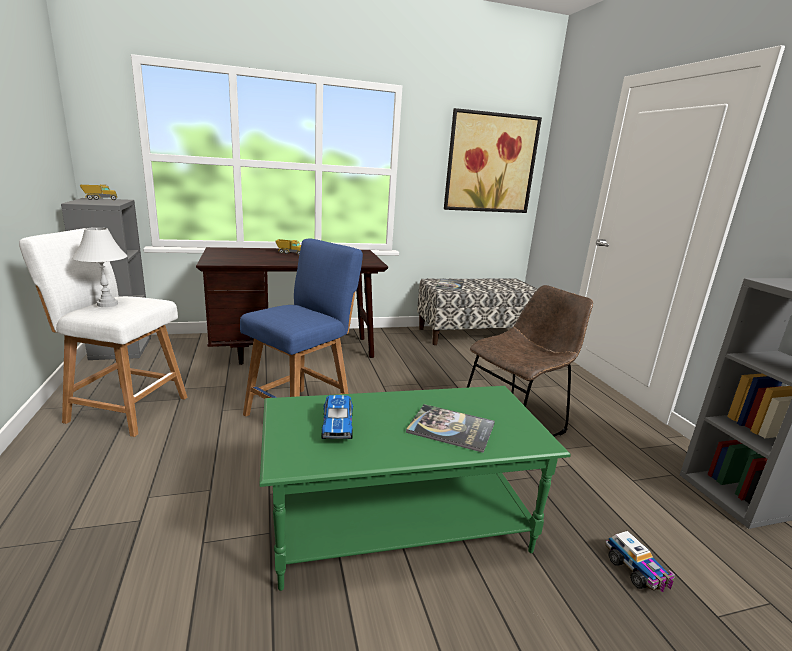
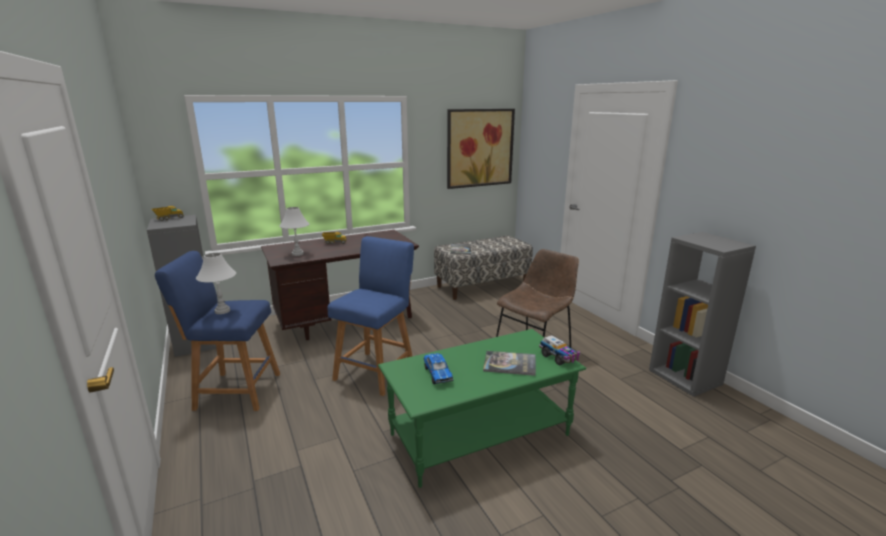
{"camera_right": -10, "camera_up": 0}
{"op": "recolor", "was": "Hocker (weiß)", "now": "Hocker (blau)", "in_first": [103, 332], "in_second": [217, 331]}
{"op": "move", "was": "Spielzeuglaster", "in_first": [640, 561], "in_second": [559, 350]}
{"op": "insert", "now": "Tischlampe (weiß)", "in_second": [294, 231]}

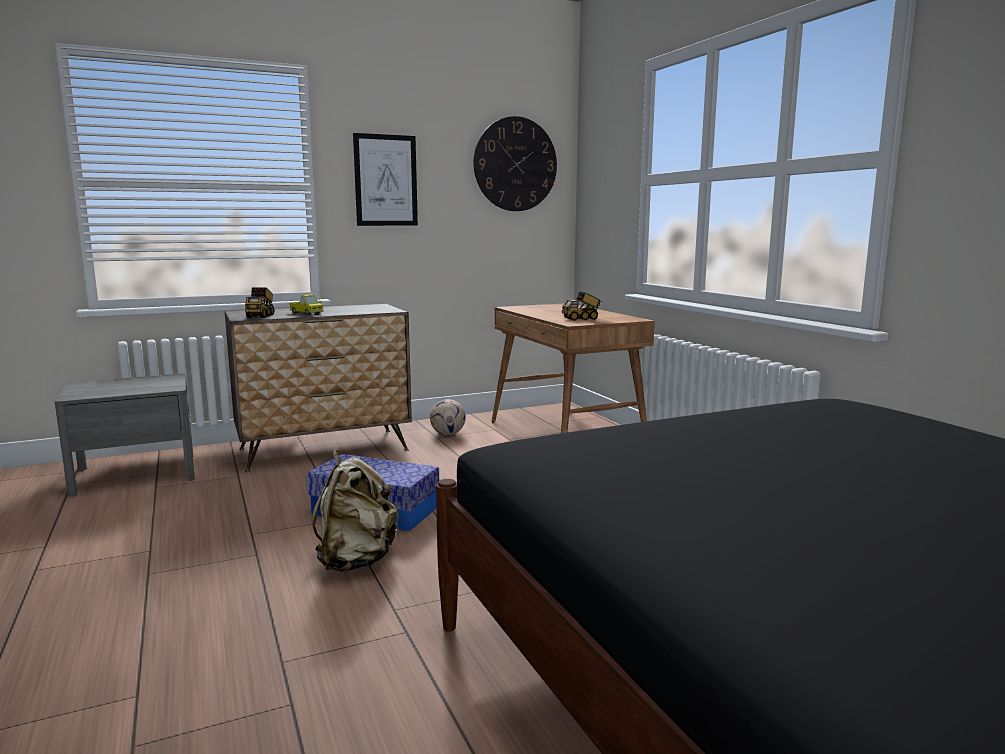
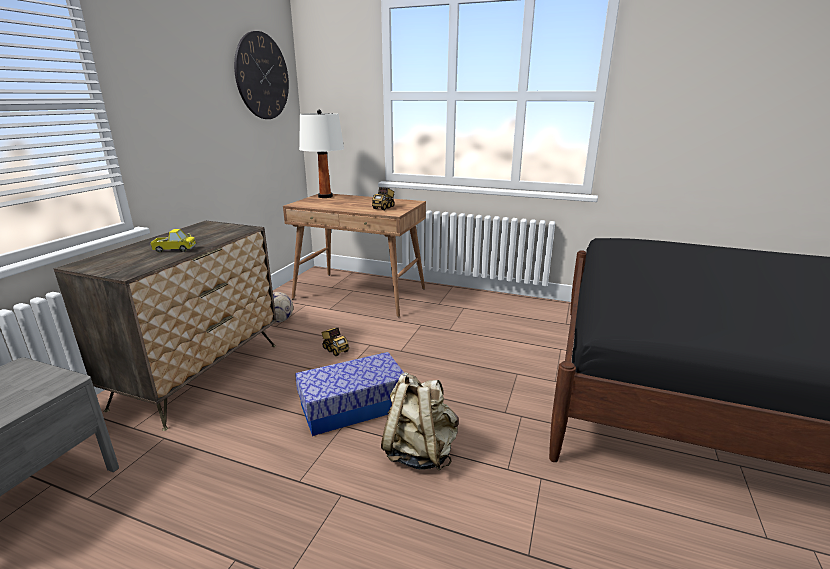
{"camera_right": -45, "camera_up": 10}
{"op": "move", "was": "Spielzeuglaster", "in_first": [259, 303], "in_second": [335, 342]}
{"op": "delete", "was": "Bild", "in_first": [385, 179]}
{"op": "insert", "now": "Tischlampe (weiß)", "in_second": [321, 153]}

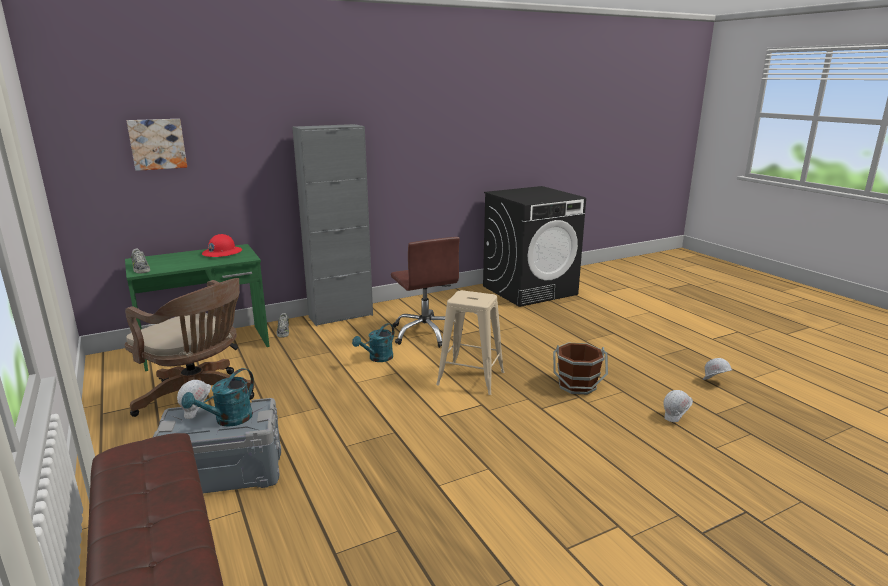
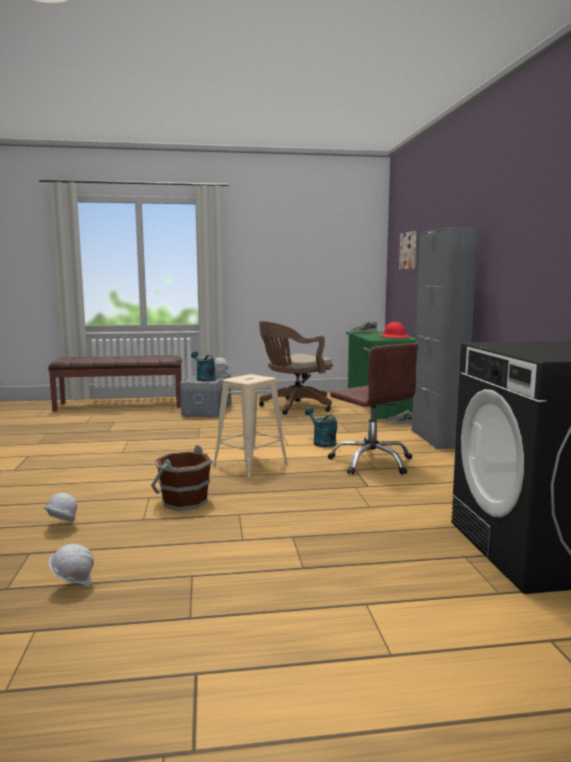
{"camera_right": 110, "camera_up": -10}
{"op": "rotate", "was": "Bürostuhl (braun)", "in_first": [427, 292], "in_second": [373, 409], "clockwise": -120}

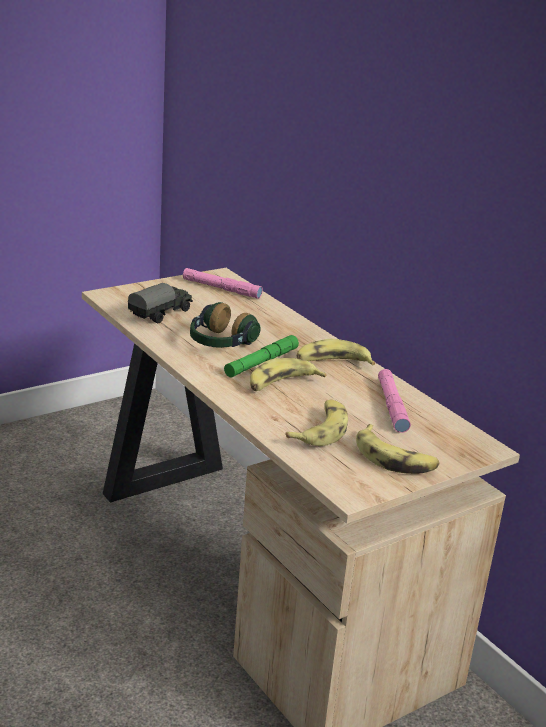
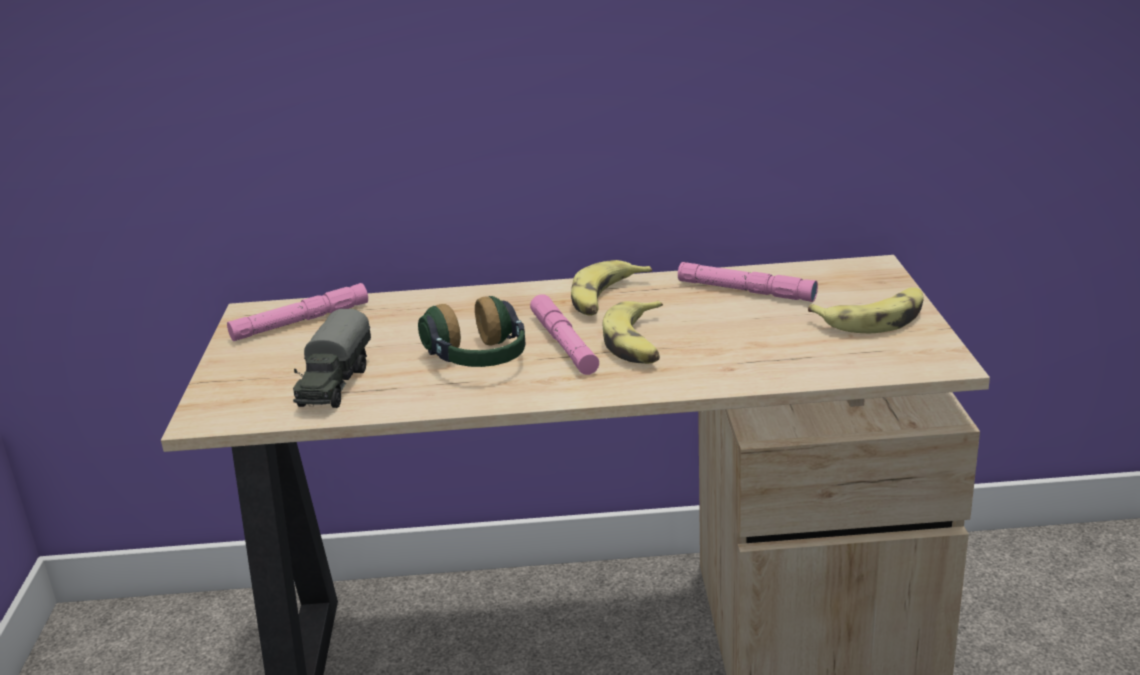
{"camera_right": -55, "camera_up": 0}
{"op": "rotate", "was": "Spielzeuglaster", "in_first": [160, 303], "in_second": [332, 358], "clockwise": -150}
{"op": "recolor", "was": "Taschenlampe (grün)", "now": "Taschenlampe (rosa)", "in_first": [261, 356], "in_second": [564, 334]}
{"op": "delete", "was": "Banane", "in_first": [316, 423]}

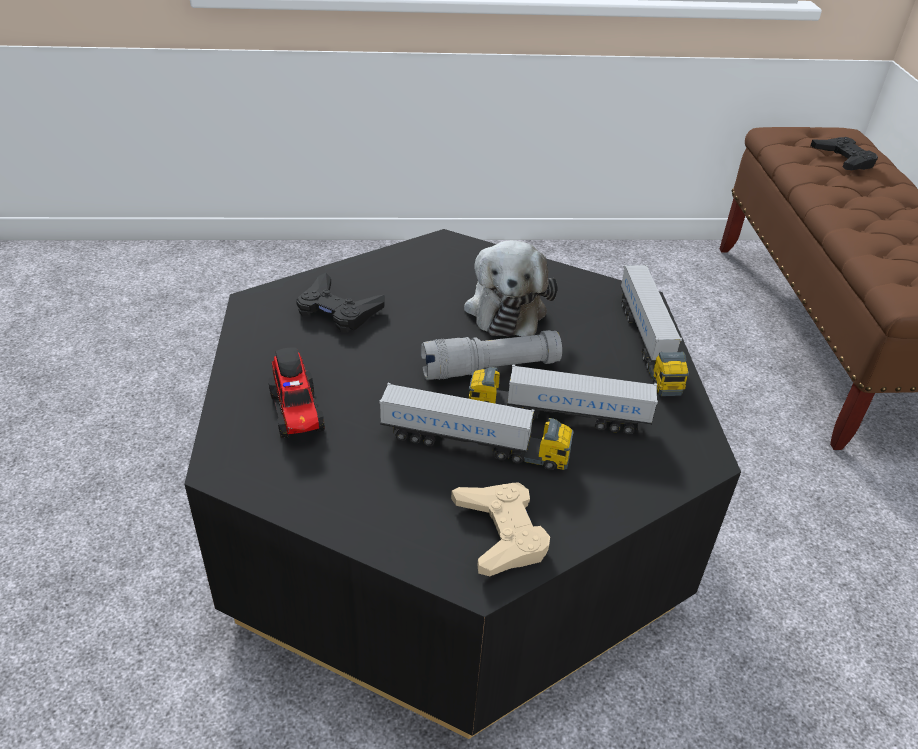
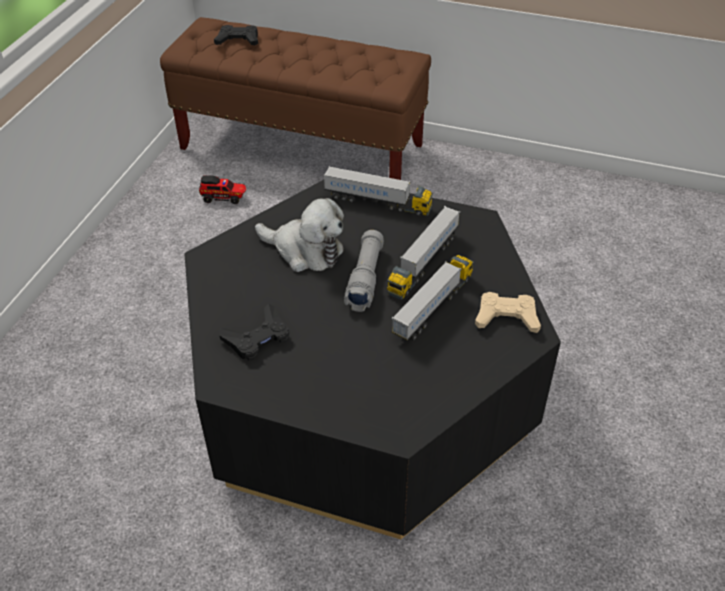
{"camera_right": -65, "camera_up": 5}
{"op": "move", "was": "Spielzeuglaster", "in_first": [296, 393], "in_second": [222, 189]}

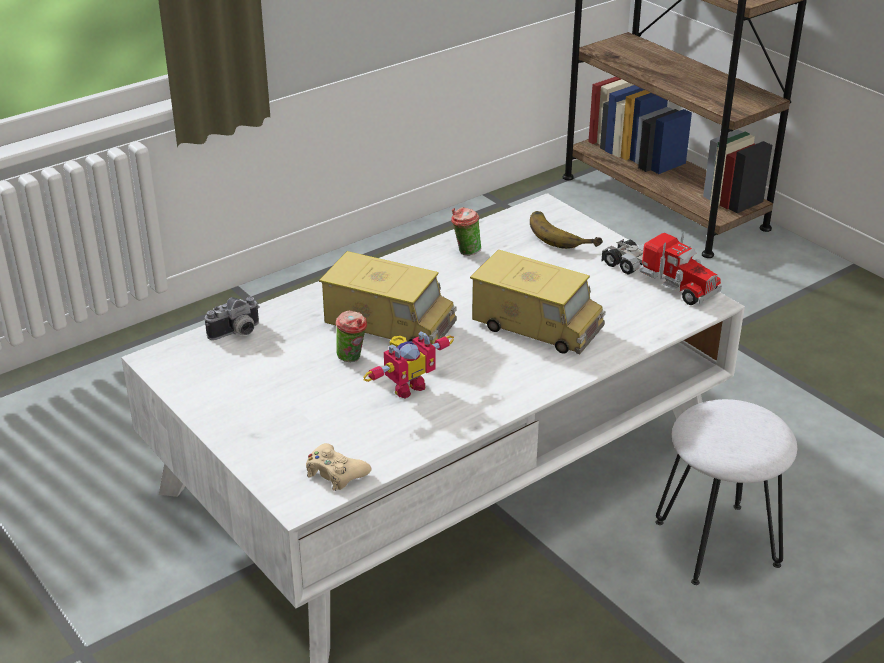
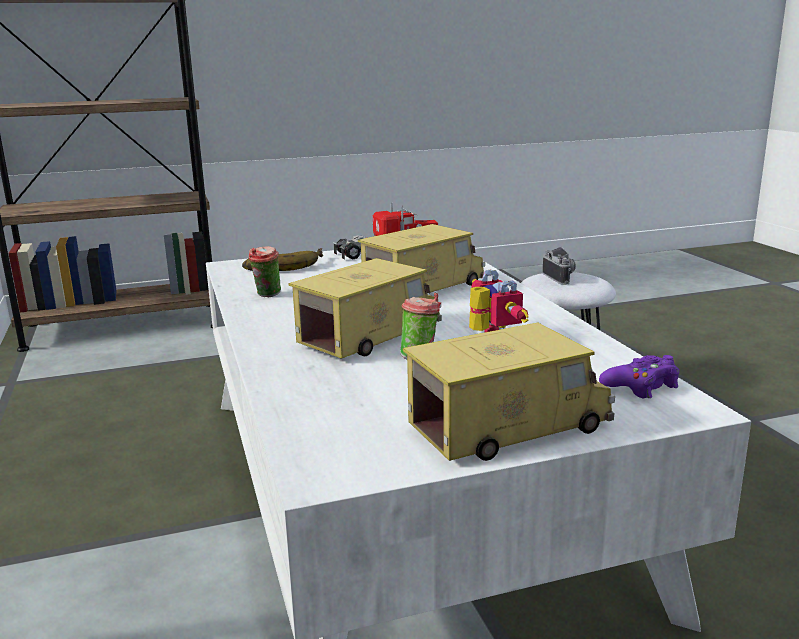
{"camera_right": -70, "camera_up": -15}
{"op": "move", "was": "Kamera", "in_first": [232, 318], "in_second": [559, 266]}
{"op": "recolor", "was": "Gamepad (beige)", "now": "Gamepad (lila)", "in_first": [338, 467], "in_second": [639, 377]}
{"op": "insert", "now": "Spielzeuglaster", "in_second": [509, 392]}

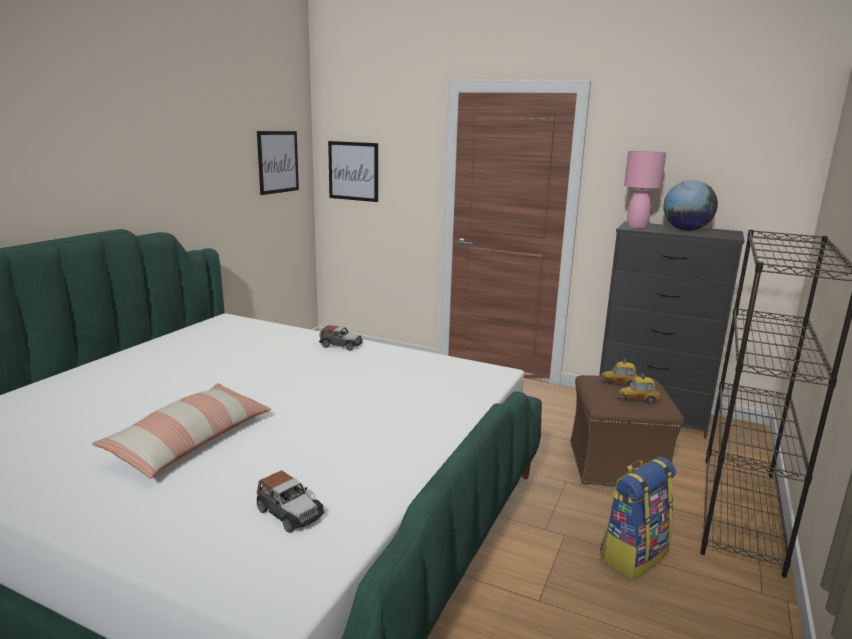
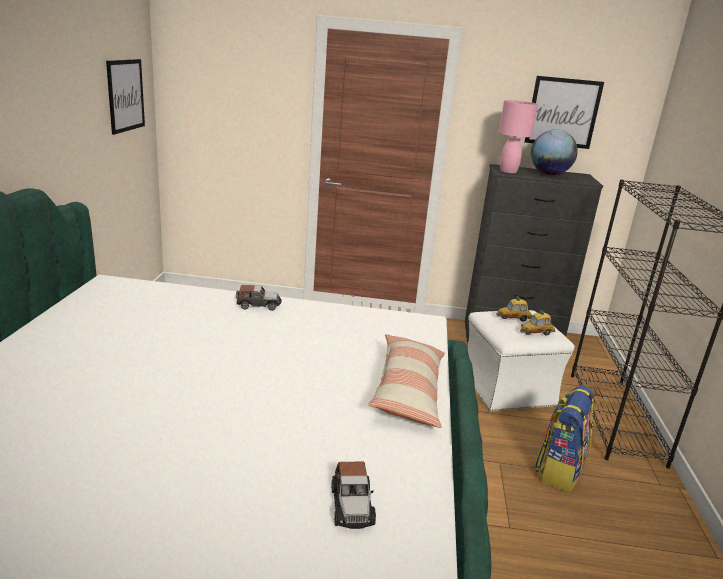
{"camera_right": -20, "camera_up": 5}
{"op": "move", "was": "Kissen", "in_first": [181, 431], "in_second": [406, 381]}
{"op": "rotate", "was": "Spielzeugauto", "in_first": [290, 502], "in_second": [353, 495], "clockwise": 60}
{"op": "move", "was": "Bild", "in_first": [353, 171], "in_second": [564, 112]}
{"op": "recolor", "was": "Polsterhocker (braun)", "now": "Polsterhocker (weiß)", "in_first": [627, 430], "in_second": [521, 360]}

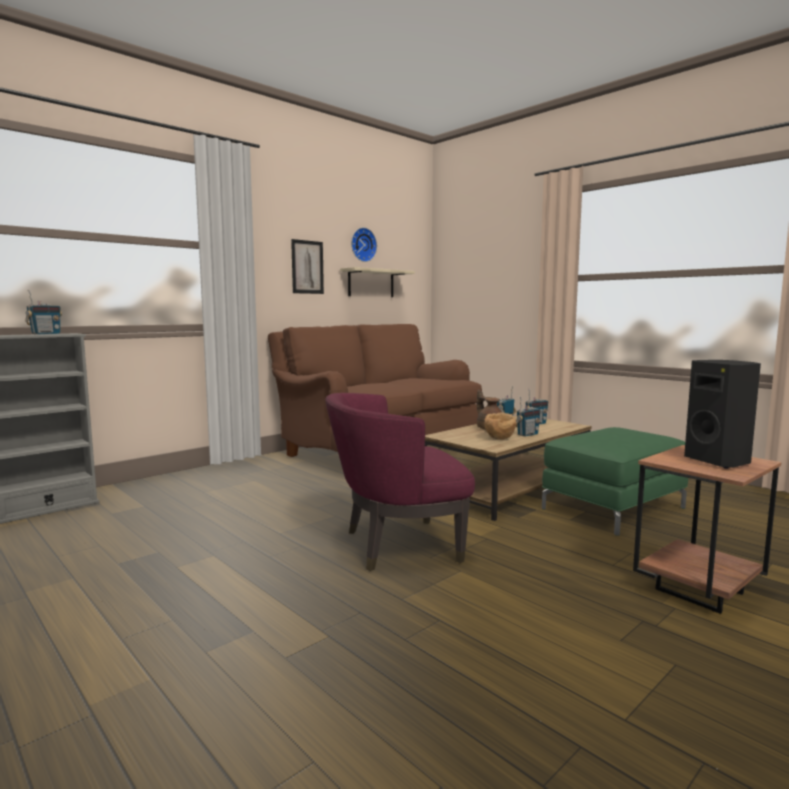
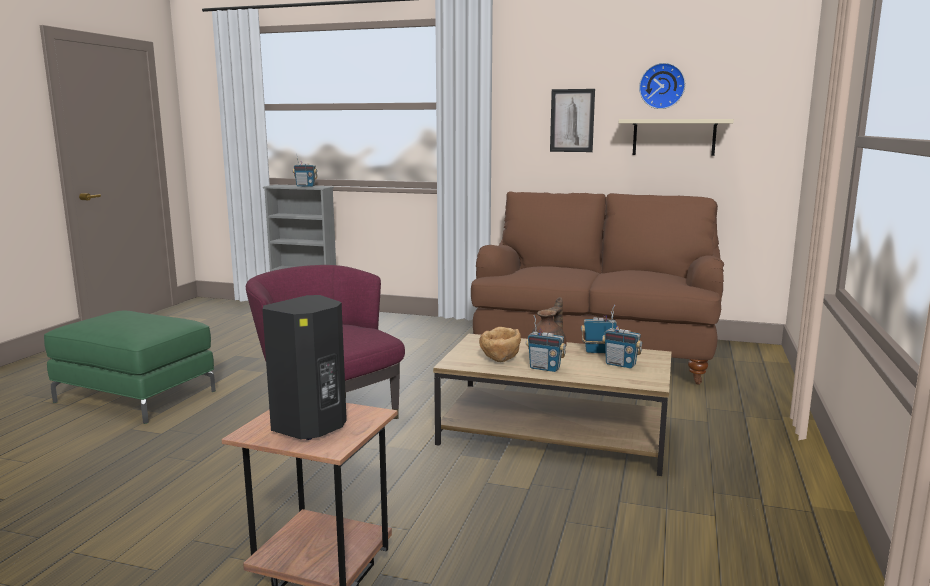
{"camera_right": 60, "camera_up": 5}
{"op": "move", "was": "Polsterhocker (grün)", "in_first": [615, 481], "in_second": [130, 367]}

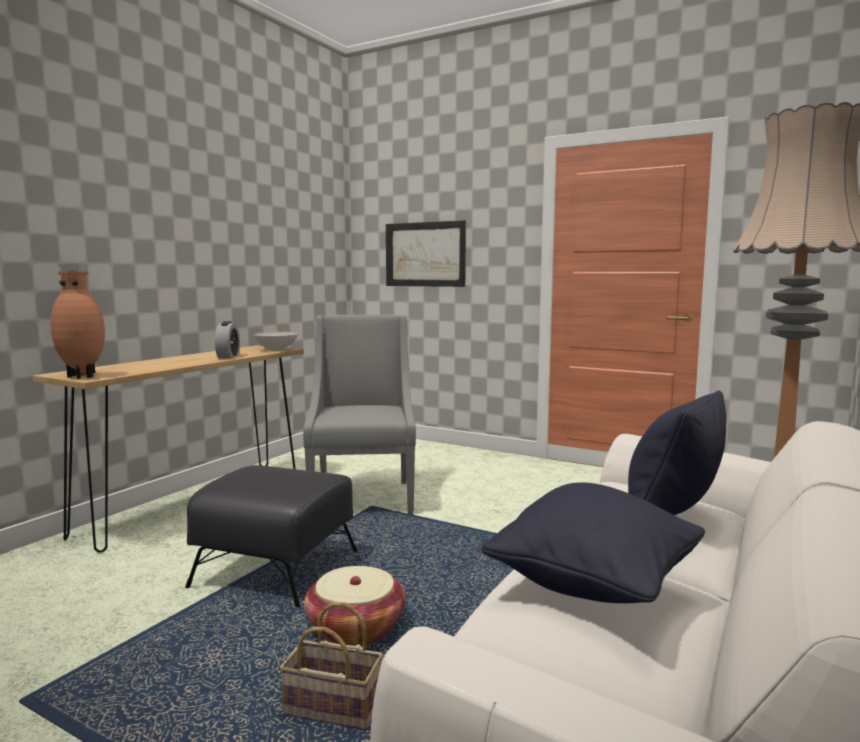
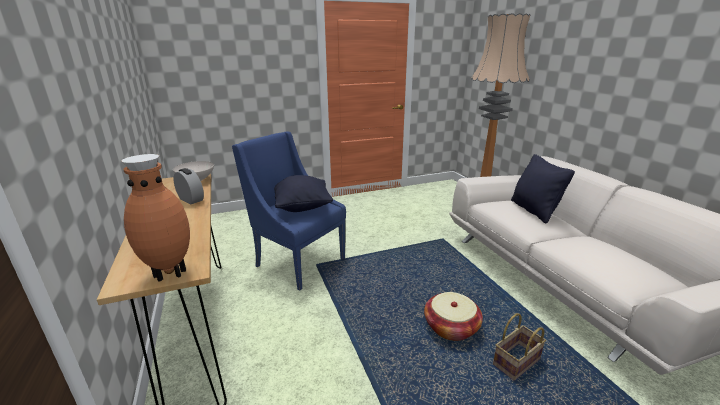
{"camera_right": -50, "camera_up": 15}
{"op": "delete", "was": "Polsterhocker (schwarz)", "in_first": [271, 536]}
{"op": "recolor", "was": "Sessel (grau)", "now": "Sessel (blau)", "in_first": [359, 415], "in_second": [289, 211]}
{"op": "delete", "was": "Bild", "in_first": [426, 253]}
{"op": "move", "was": "Kissen (schwarz)", "in_first": [593, 542], "in_second": [303, 193]}

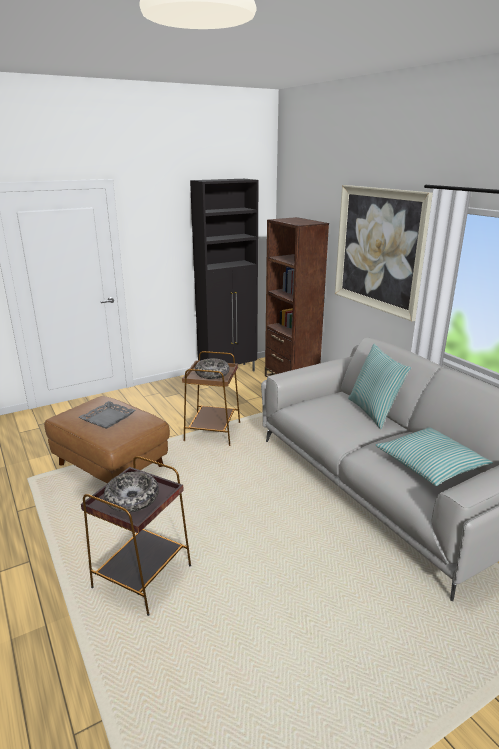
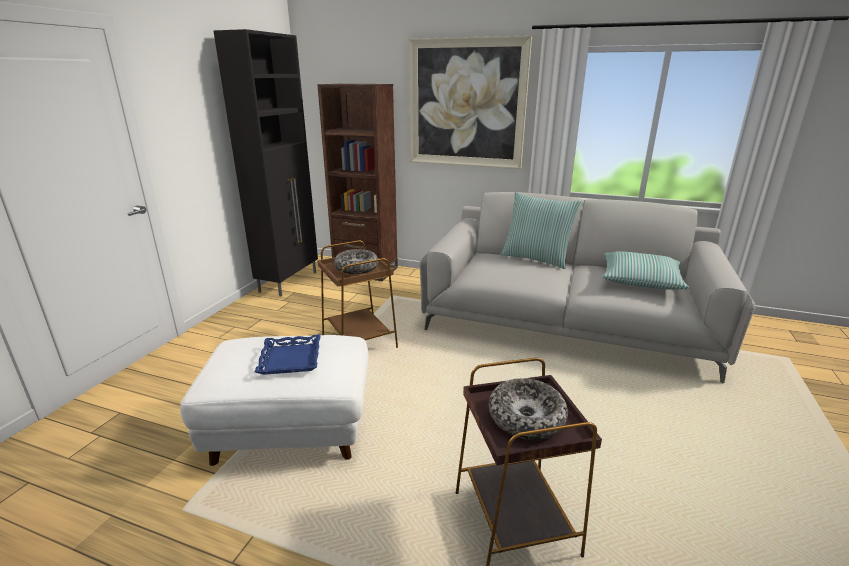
{"camera_right": -40, "camera_up": 0}
{"op": "recolor", "was": "Polsterhocker (braun)", "now": "Polsterhocker (weiß)", "in_first": [107, 440], "in_second": [274, 400]}
{"op": "recolor", "was": "Tablett (grau)", "now": "Tablett (blau)", "in_first": [107, 415], "in_second": [288, 355]}

